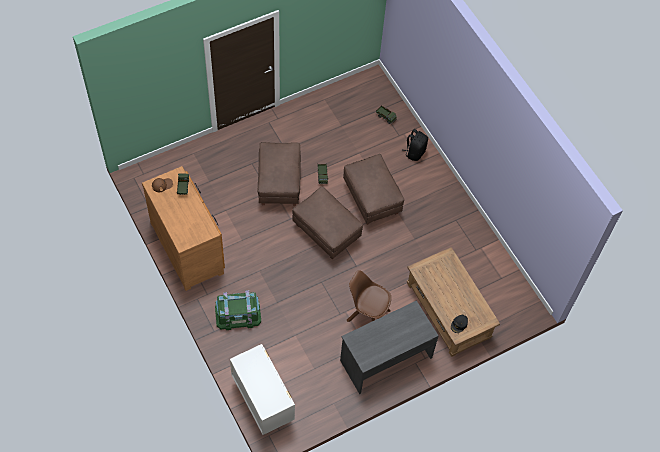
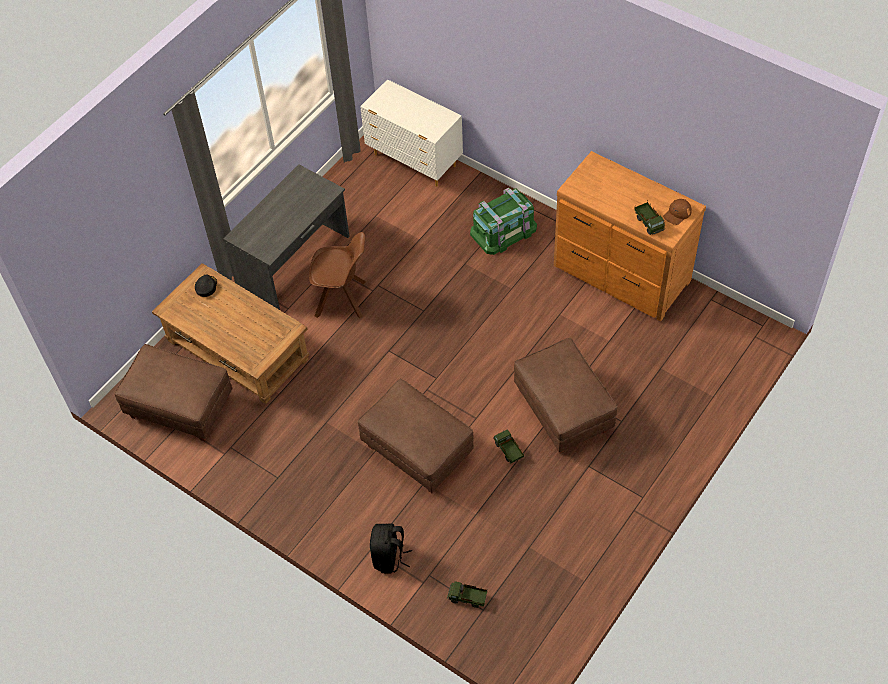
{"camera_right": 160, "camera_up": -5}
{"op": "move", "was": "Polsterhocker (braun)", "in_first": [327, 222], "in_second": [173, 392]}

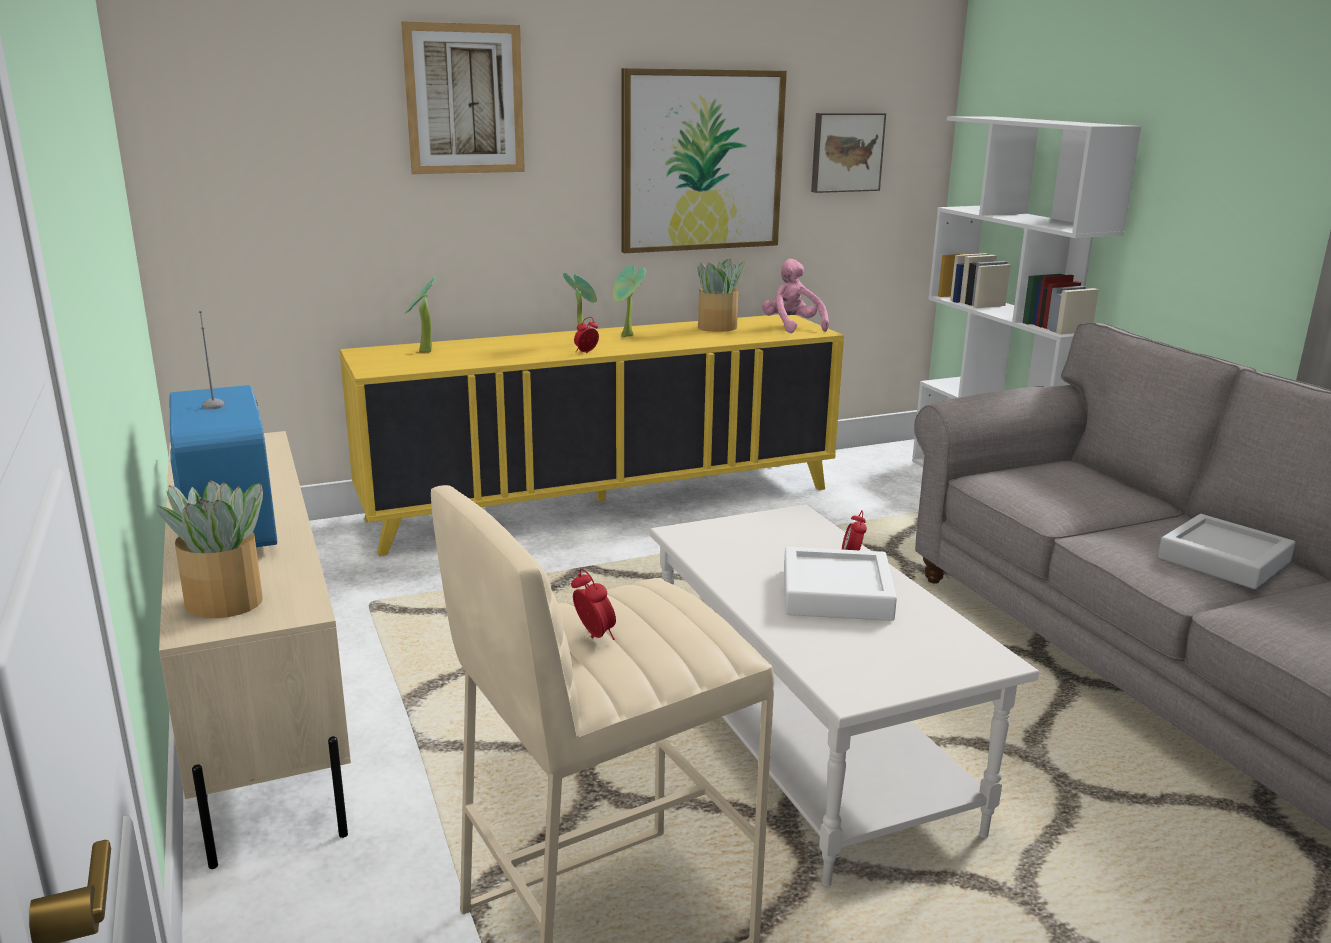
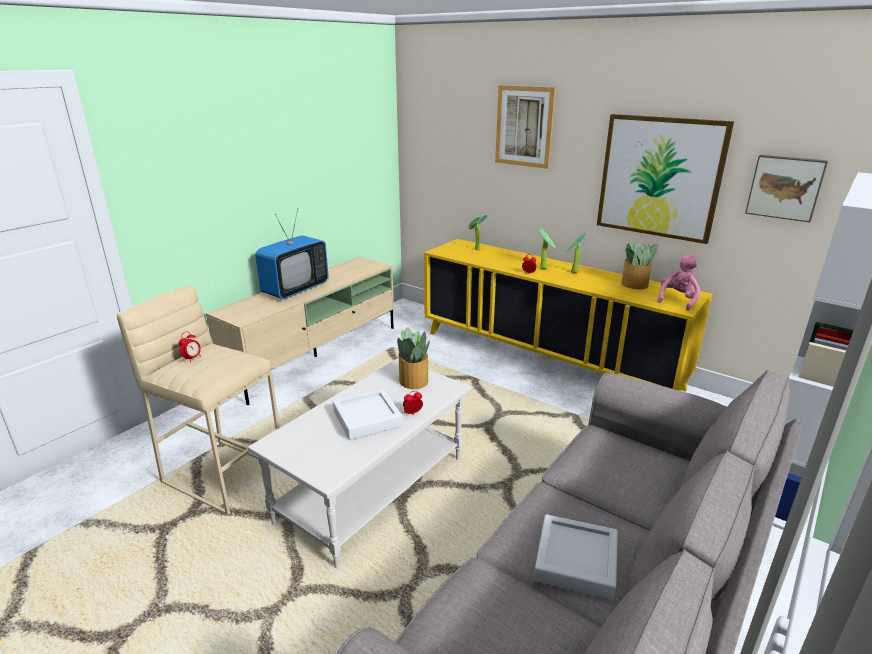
{"camera_right": 60, "camera_up": 5}
{"op": "move", "was": "Topfpflanze", "in_first": [209, 549], "in_second": [413, 358]}

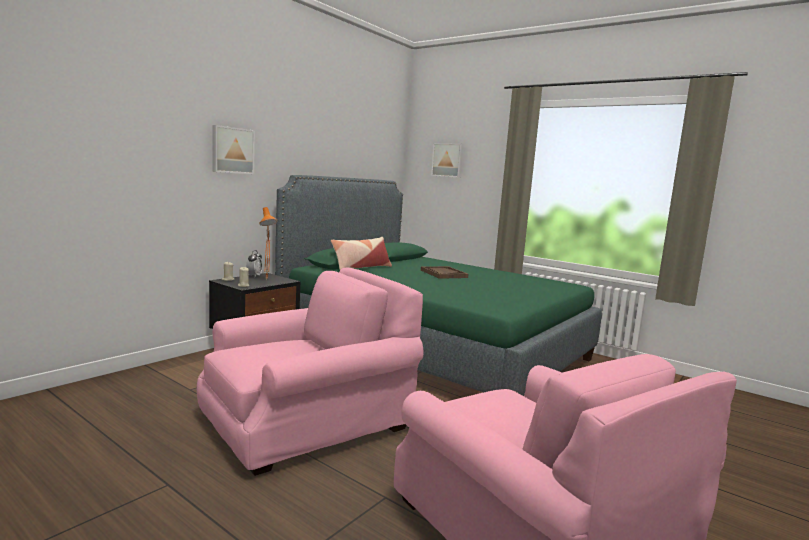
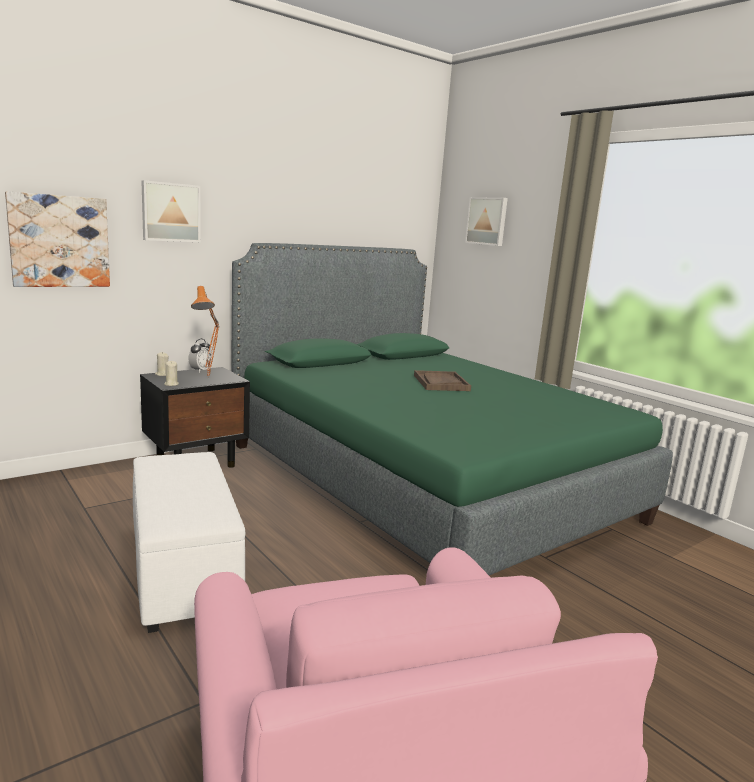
{"camera_right": 15, "camera_up": 5}
{"op": "replace", "was": "Sessel (rosa)", "now": "Polsterhocker (weiß)", "in_first": [310, 371], "in_second": [189, 542]}
{"op": "delete", "was": "Kissen", "in_first": [361, 253]}
{"op": "insert", "now": "Bild", "in_second": [57, 239]}

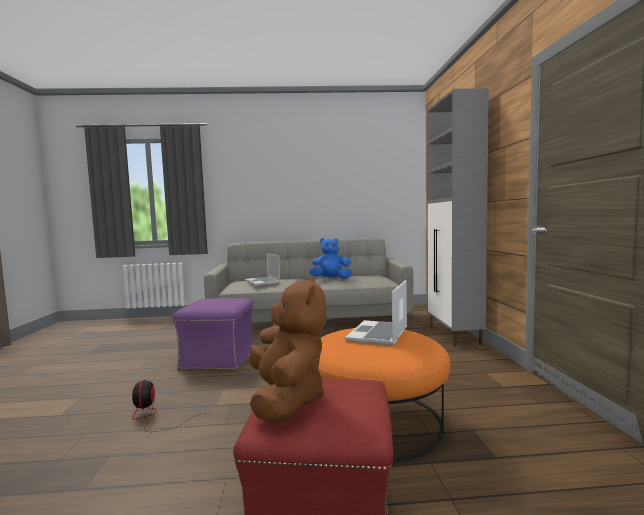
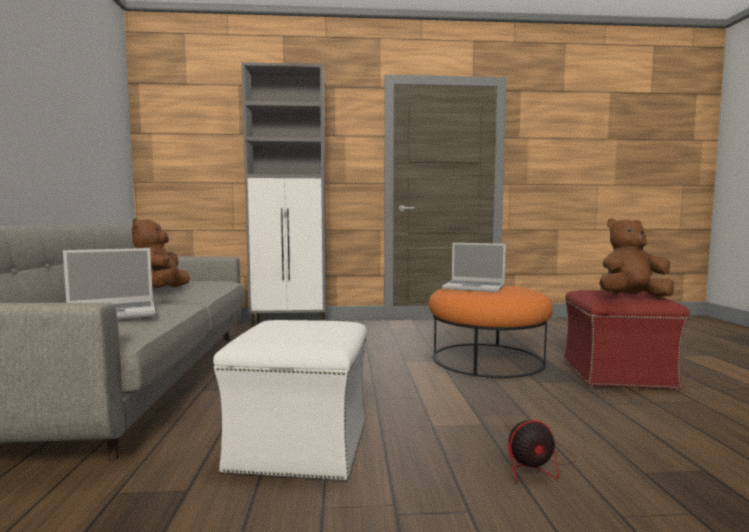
{"camera_right": -90, "camera_up": 0}
{"op": "recolor", "was": "Polsterhocker (lila)", "now": "Polsterhocker (weiß)", "in_first": [213, 334], "in_second": [290, 400]}
{"op": "recolor", "was": "Plüschtier (blau)", "now": "Plüschtier (braun)", "in_first": [330, 258], "in_second": [161, 253]}

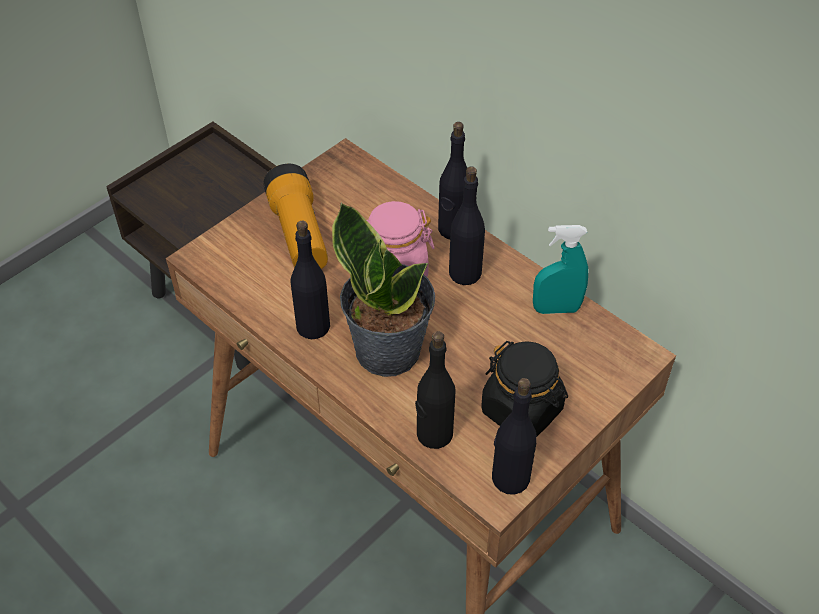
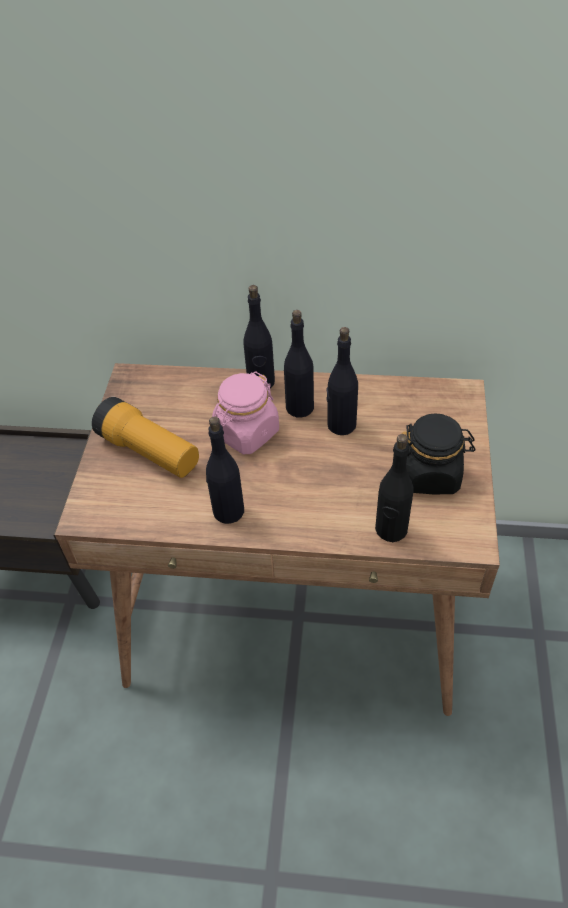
{"camera_right": -35, "camera_up": 0}
{"op": "delete", "was": "Topfpflanze", "in_first": [383, 289]}
{"op": "move", "was": "Flasche (schwarz)", "in_first": [514, 436], "in_second": [342, 381]}
{"op": "delete", "was": "Sprühflasche (türkis)", "in_first": [560, 269]}

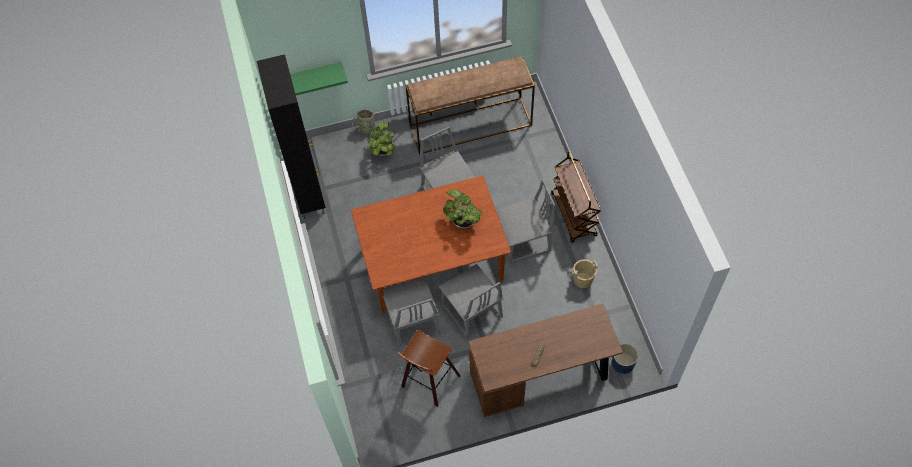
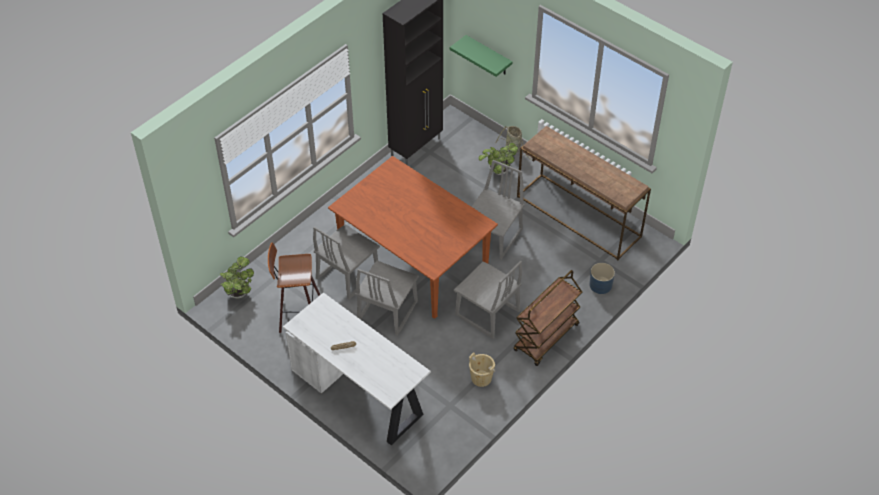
{"camera_right": 55, "camera_up": -10}
{"op": "move", "was": "Topfpflanze", "in_first": [462, 209], "in_second": [237, 277]}
{"op": "recolor", "was": "Schreibtisch (braun)", "now": "Schreibtisch (weiß)", "in_first": [545, 360], "in_second": [357, 368]}
{"op": "move", "was": "Pflanzkübel (blau)", "in_first": [625, 358], "in_second": [602, 278]}

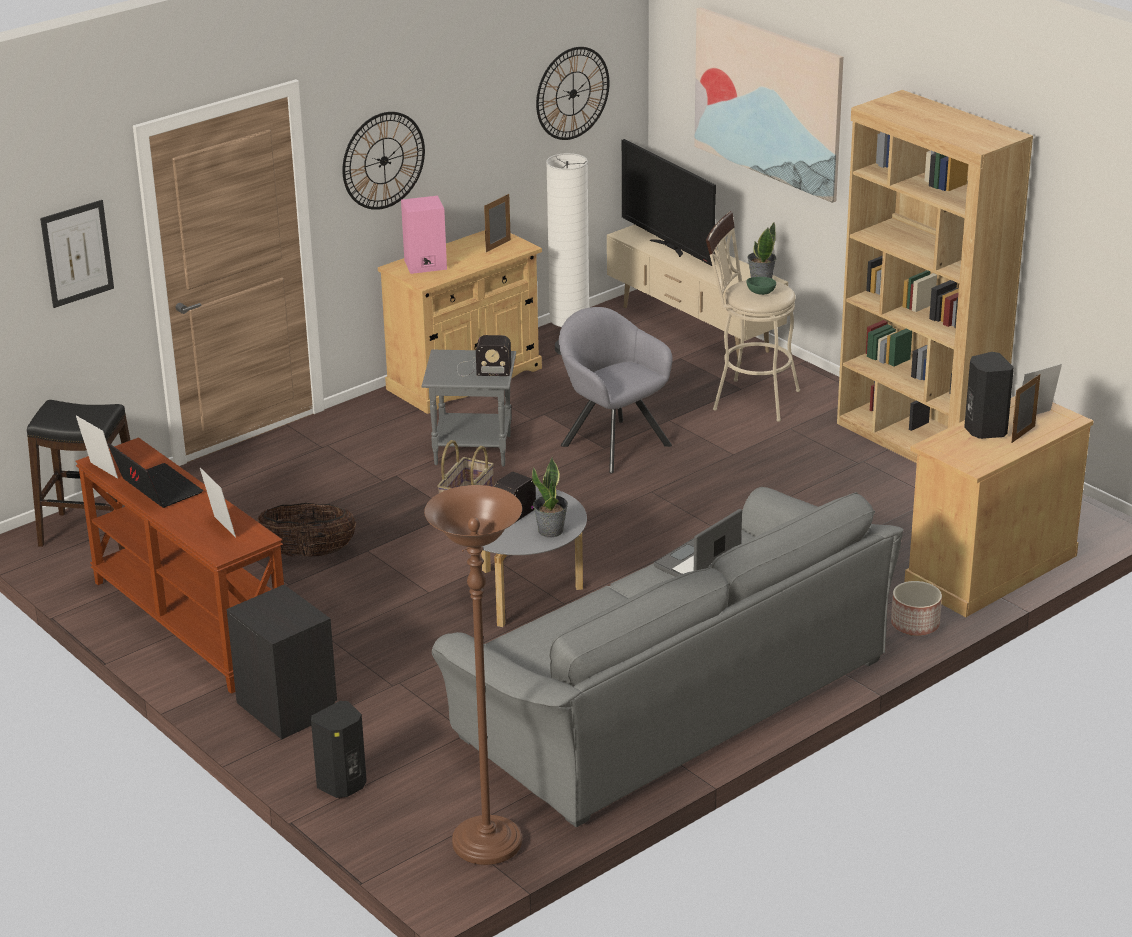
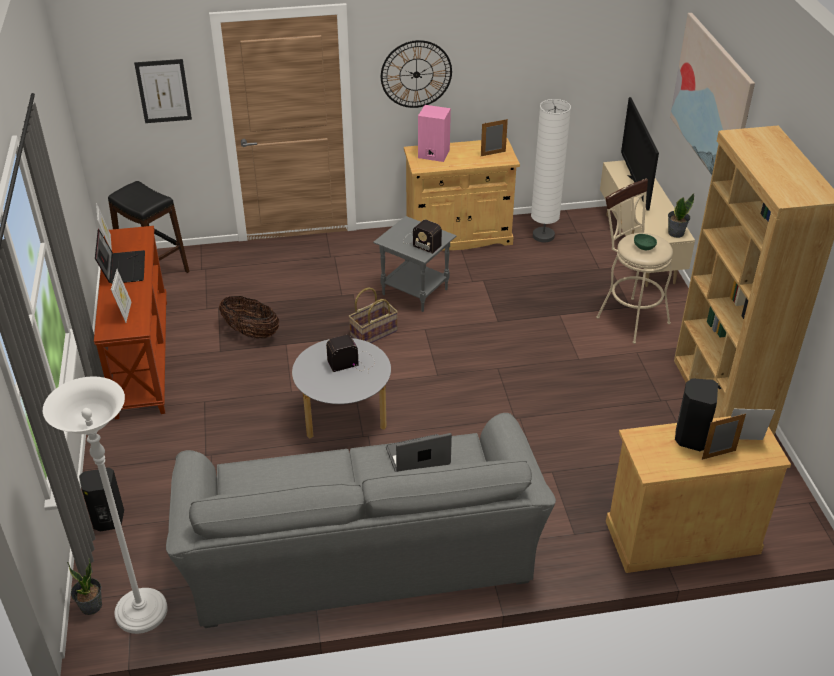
{"camera_right": 30, "camera_up": 10}
{"op": "delete", "was": "Nachttisch (schwarz)", "in_first": [282, 662]}
{"op": "recolor", "was": "Stehlampe (braun)", "now": "Stehlampe (weiß)", "in_first": [473, 675], "in_second": [105, 505]}
{"op": "move", "was": "Topfpflanze", "in_first": [550, 497], "in_second": [84, 587]}
{"op": "delete", "was": "Wanduhr", "in_first": [573, 93]}
{"op": "delete", "was": "Sessel (grau)", "in_first": [616, 390]}
{"op": "delete", "was": "Pflanzkübel", "in_first": [916, 608]}

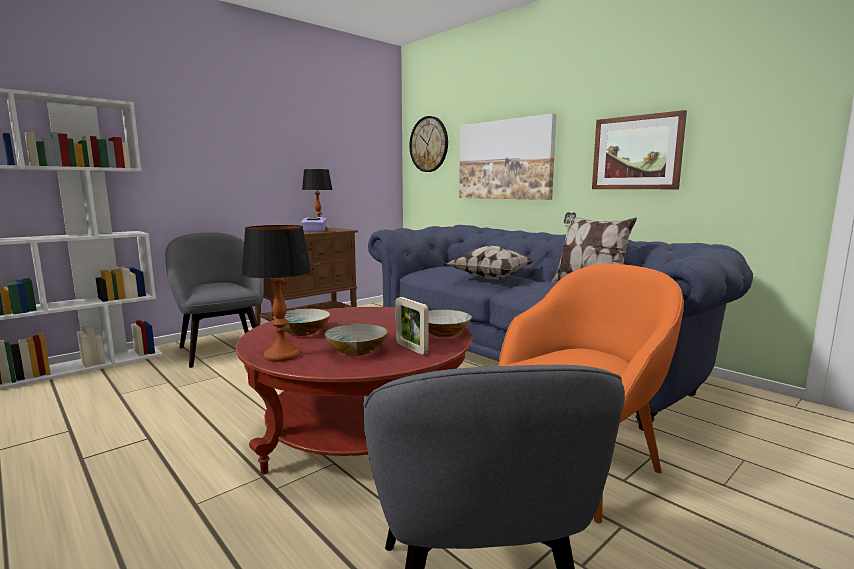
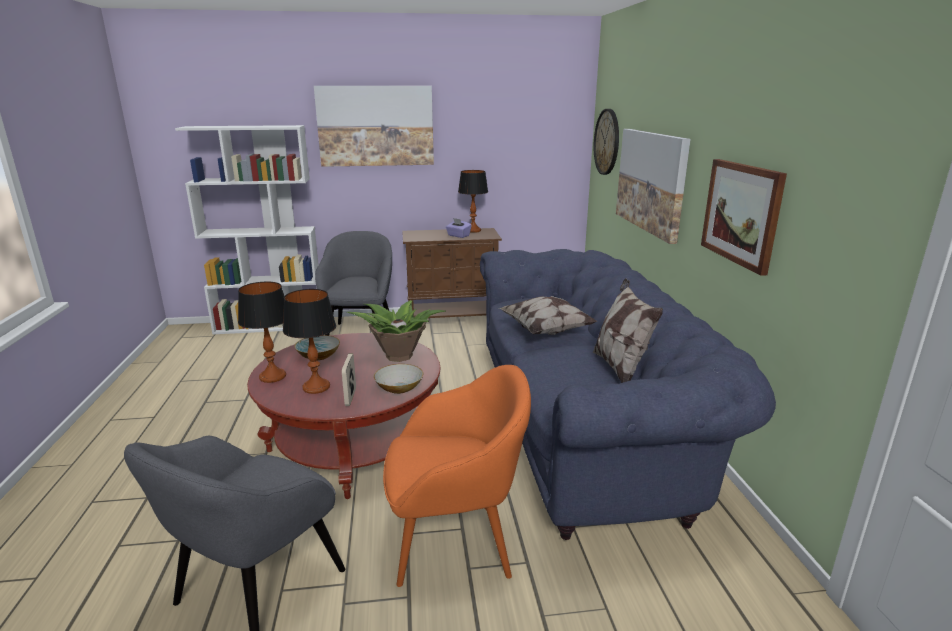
{"camera_right": 35, "camera_up": 10}
{"op": "replace", "was": "Schüssel", "now": "Tischlampe", "in_first": [356, 339], "in_second": [309, 341]}
{"op": "insert", "now": "Bild", "in_second": [374, 126]}
{"op": "insert", "now": "Topfpflanze", "in_second": [396, 331]}

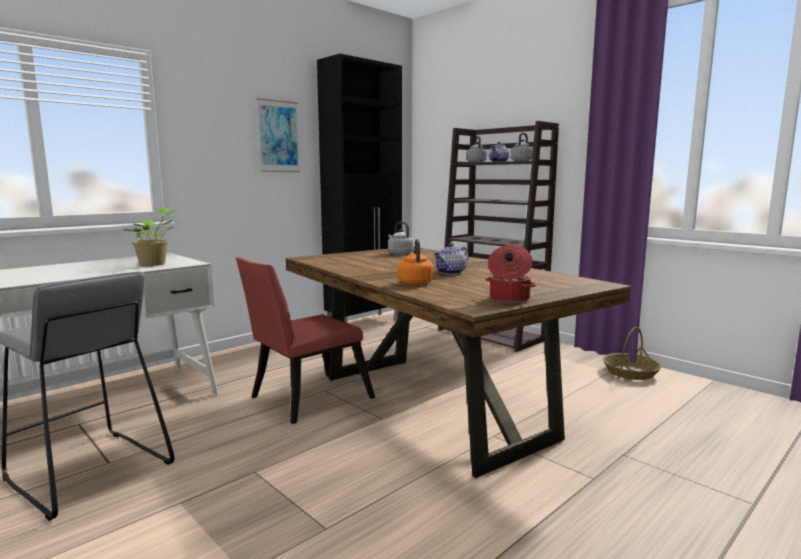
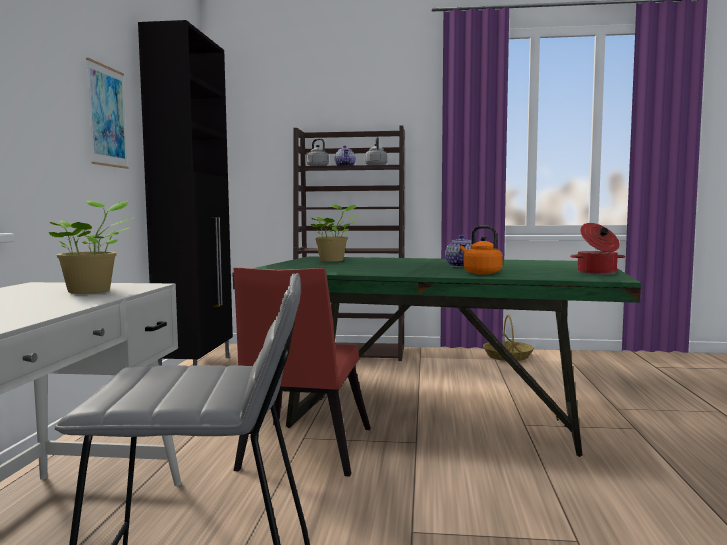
{"camera_right": -40, "camera_up": -5}
{"op": "recolor", "was": "Esstisch (braun)", "now": "Esstisch (grün)", "in_first": [458, 362], "in_second": [436, 356]}
{"op": "replace", "was": "Wasserkessel (grau)", "now": "Topfpflanze", "in_first": [401, 238], "in_second": [335, 233]}

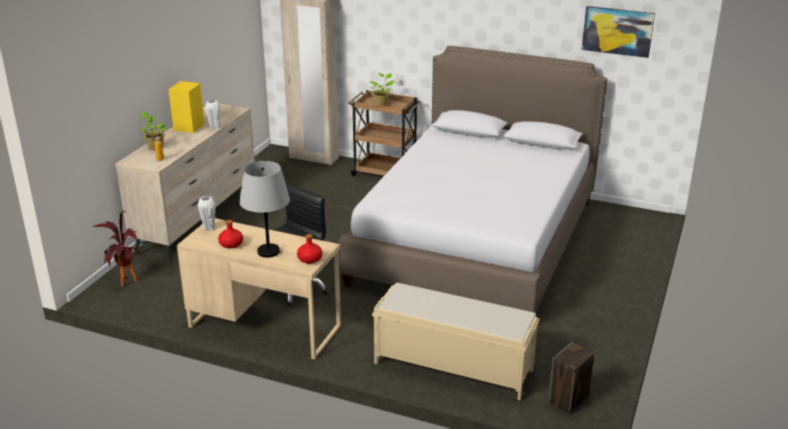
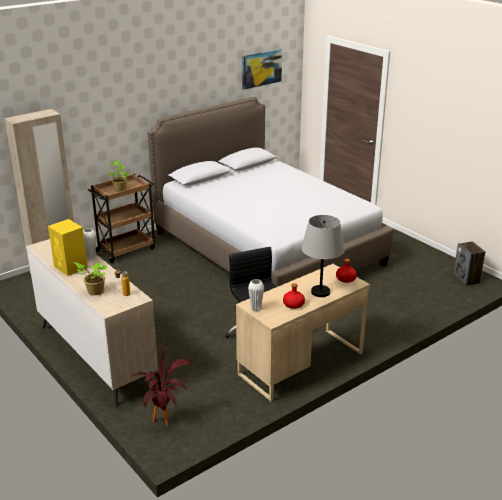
{"camera_right": -60, "camera_up": 0}
{"op": "delete", "was": "Bank (beige)", "in_first": [456, 341]}

